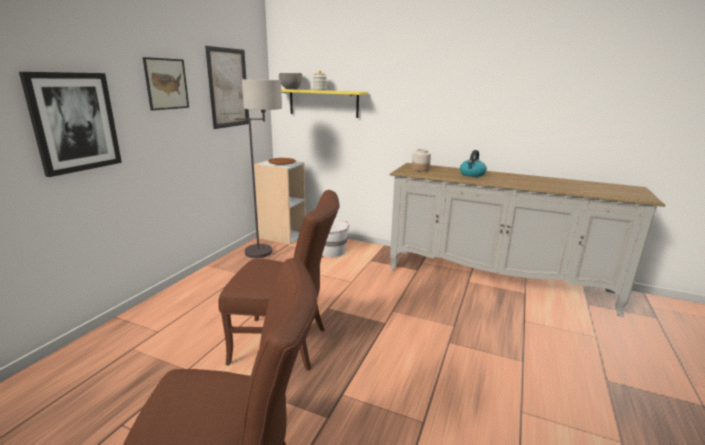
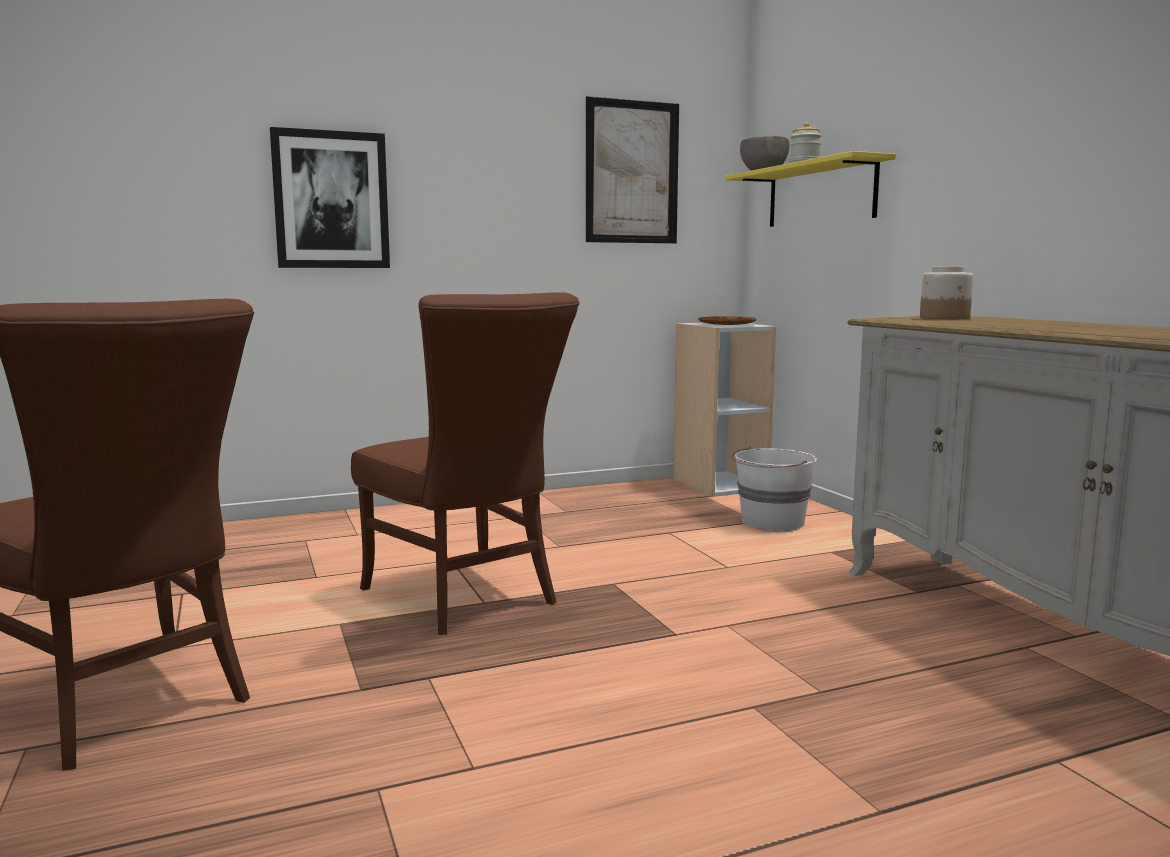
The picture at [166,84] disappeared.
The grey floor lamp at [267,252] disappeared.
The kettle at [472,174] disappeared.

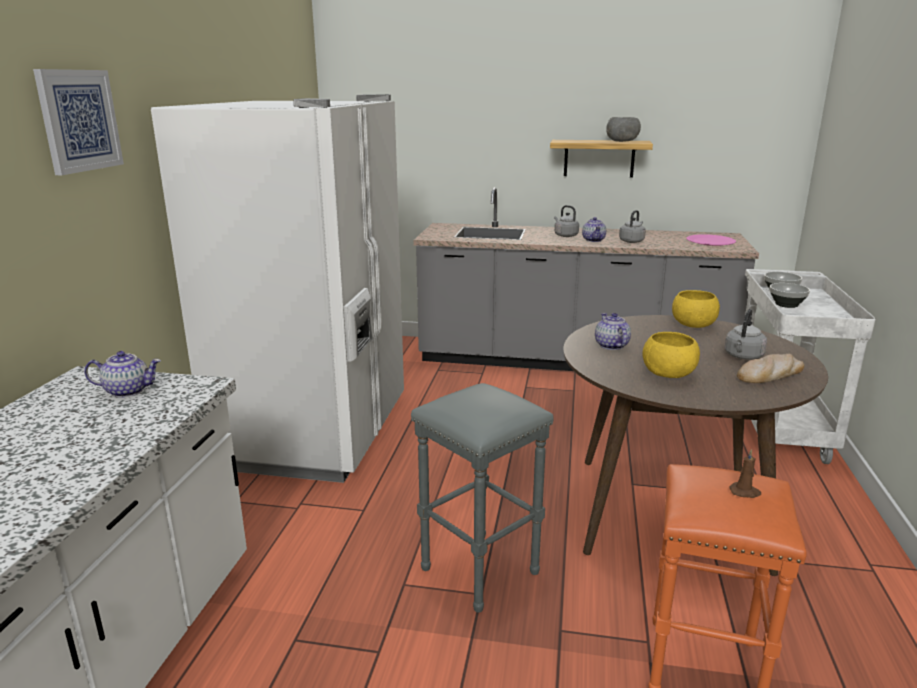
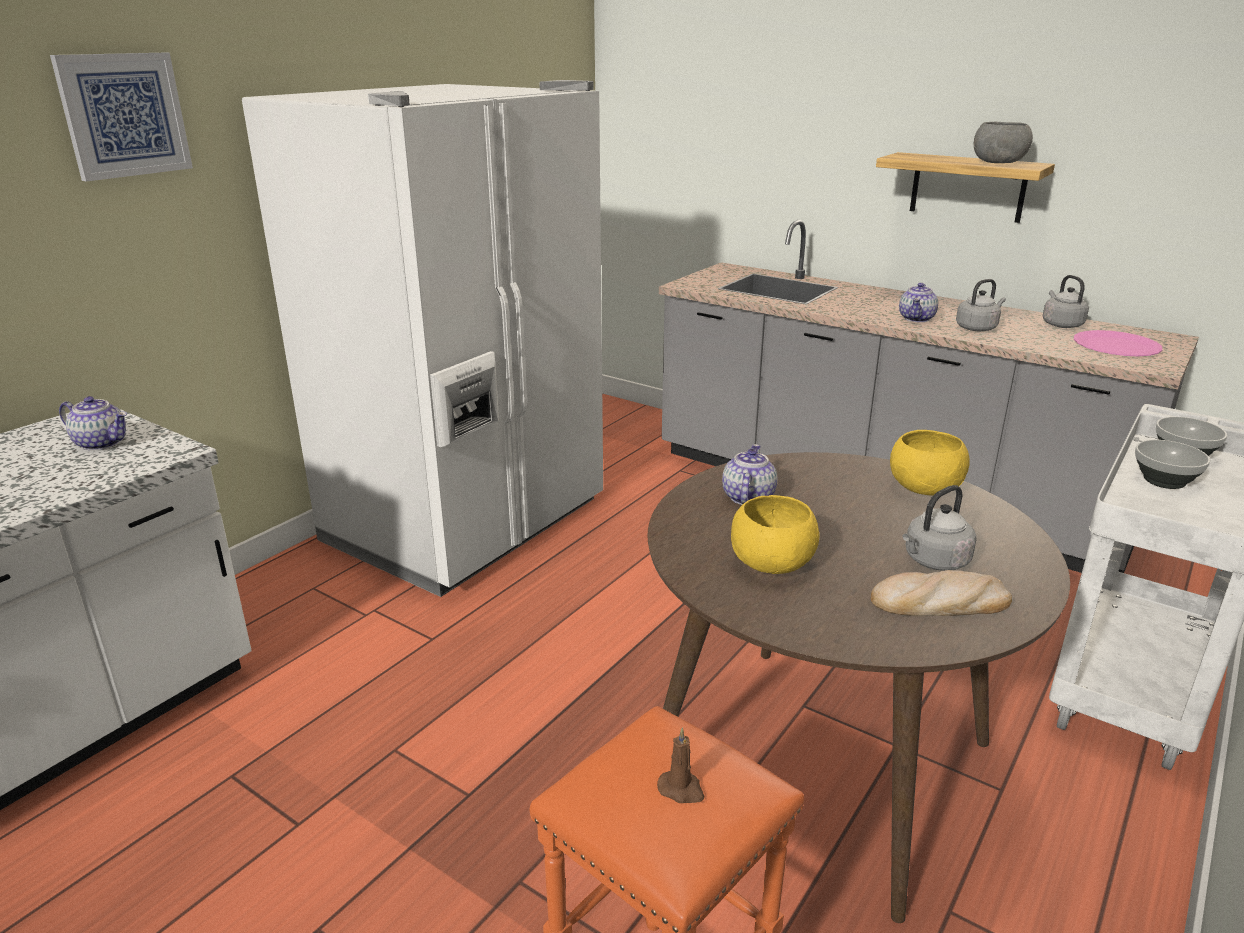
The grey kettle moved from [565,235] to [1060,324].
The grey stool at [477,570] disappeared.

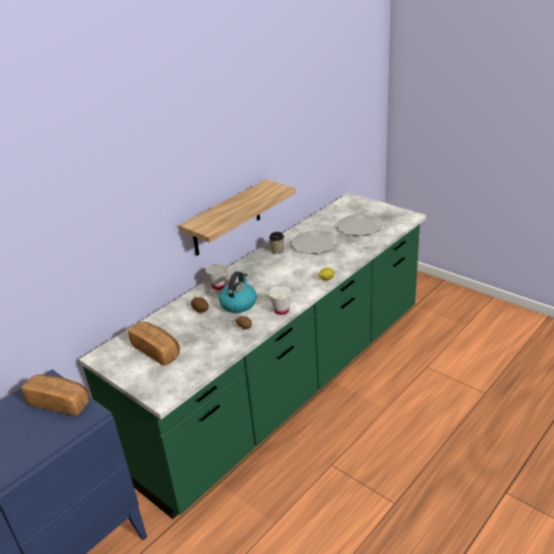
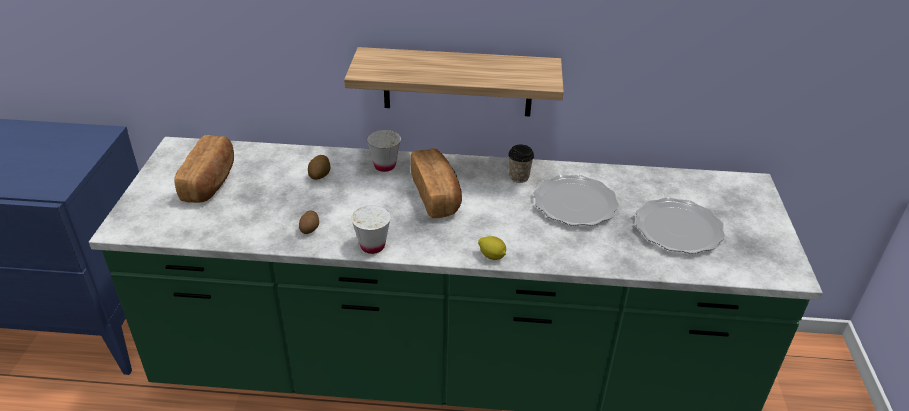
The bread moved from [60,402] to [436,195].
The kettle at [238,303] disappeared.

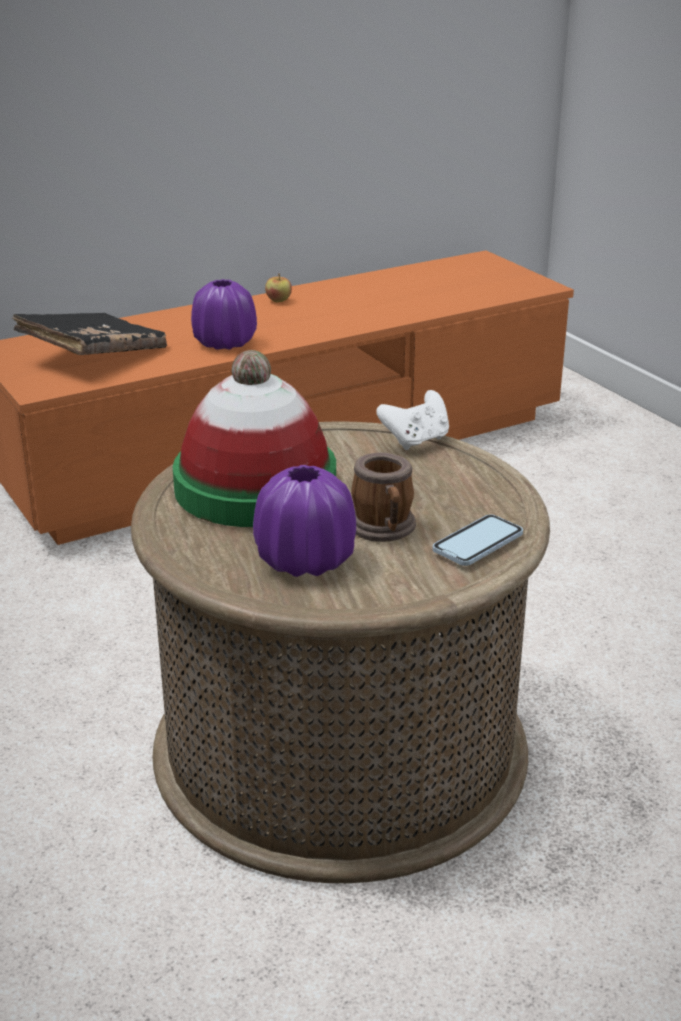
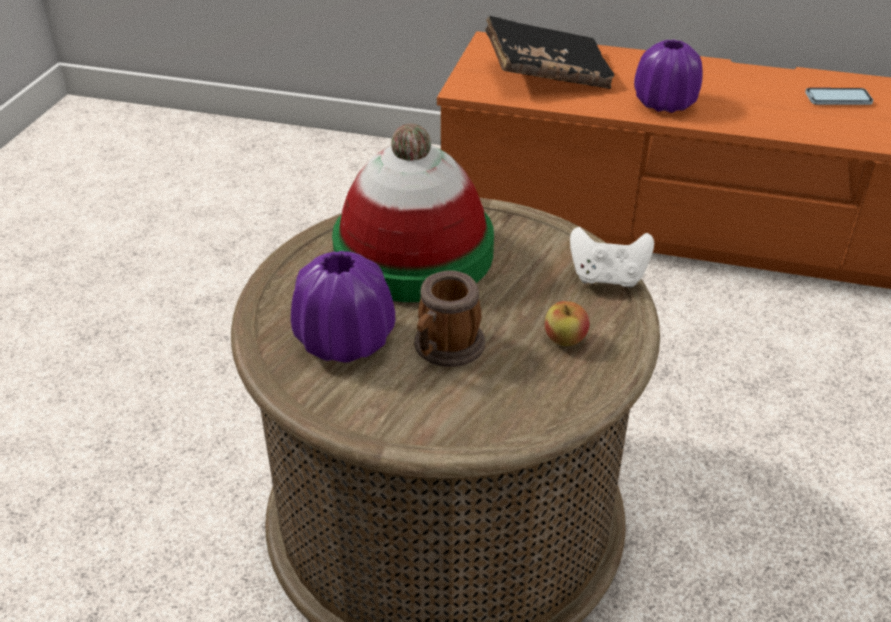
The apple moved from [279,301] to [565,340].
The phone moved from [478,543] to [838,98].

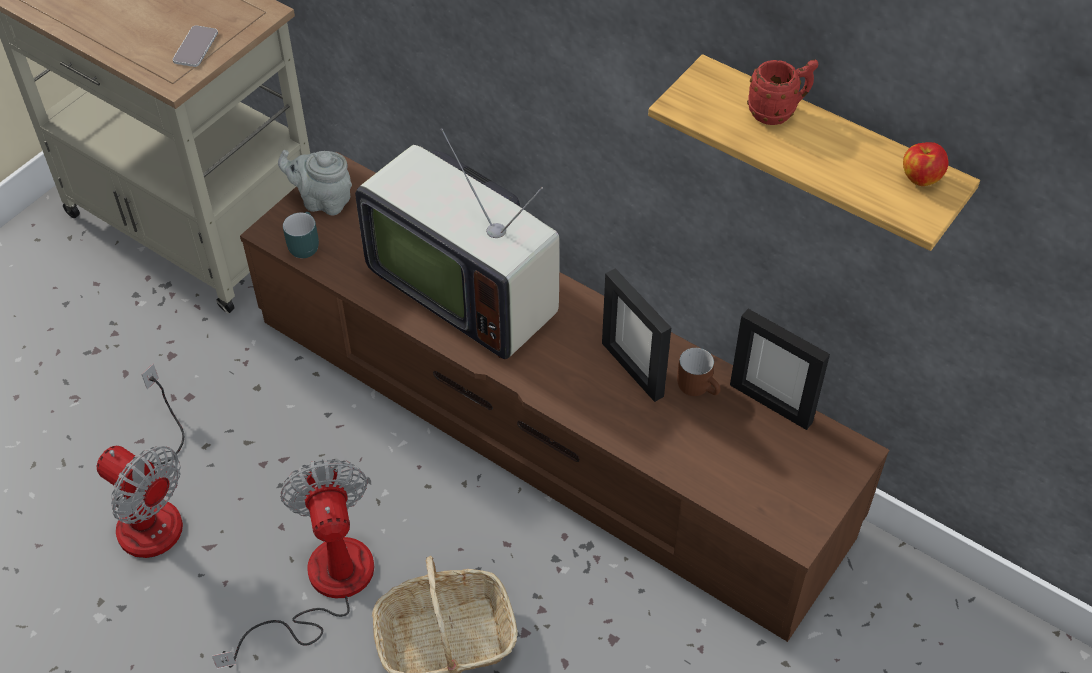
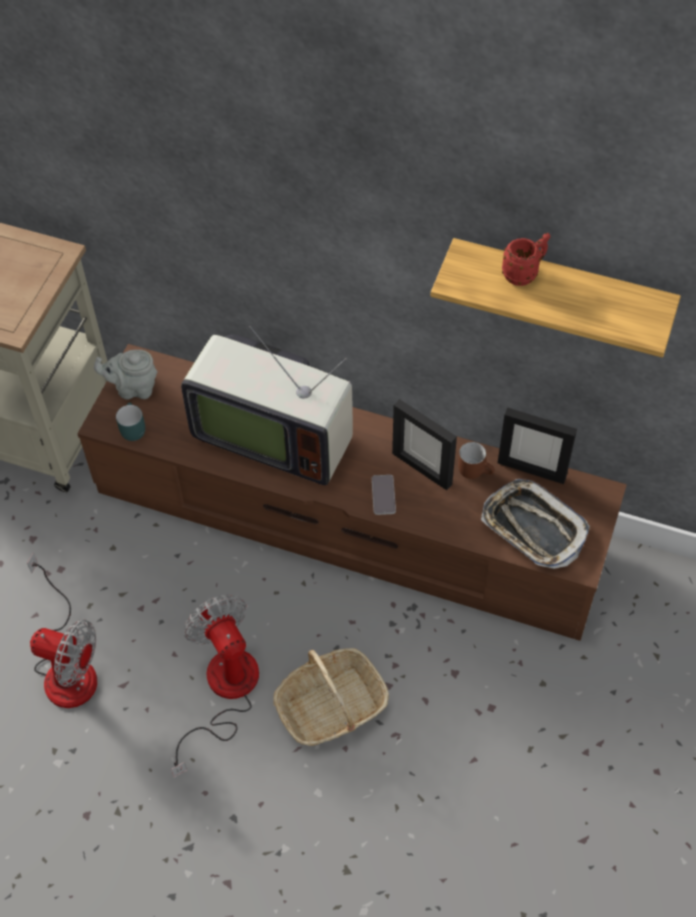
The phone moved from [195,47] to [383,495].
The tray at [533,528] appeared.
The apple at [920,178] disappeared.

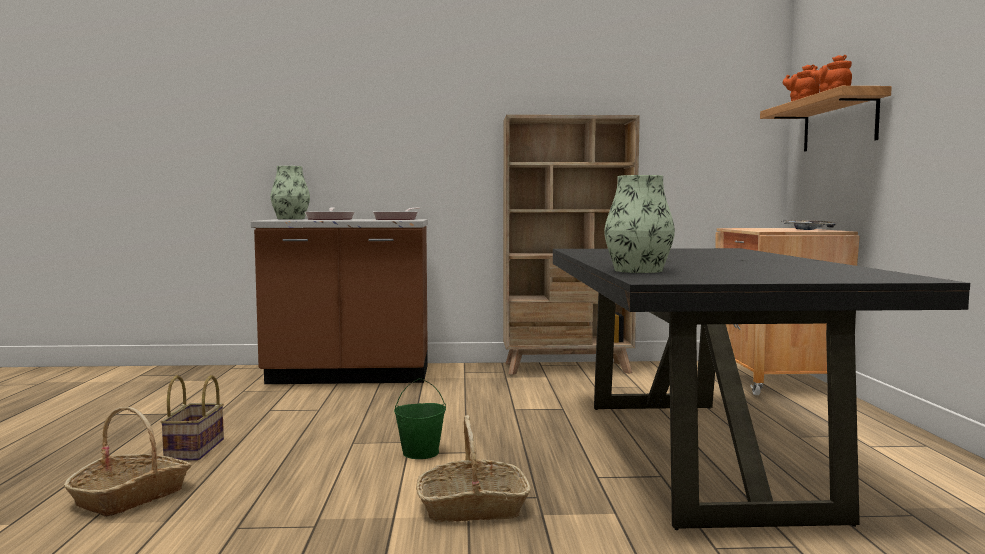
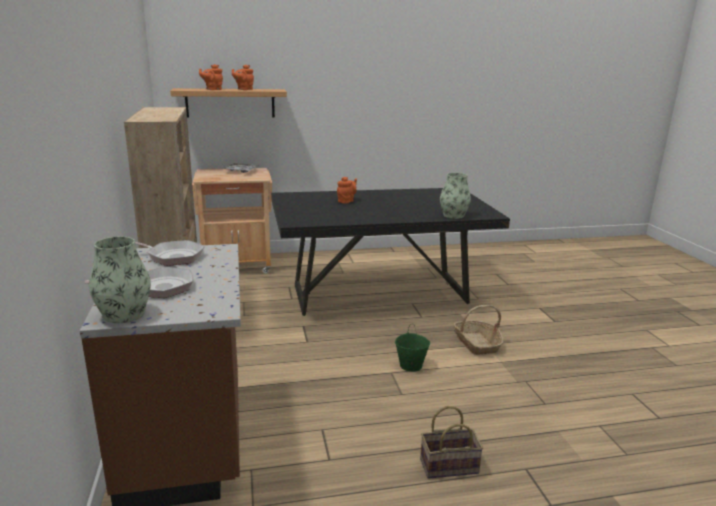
The orange teapot at [346,201] appeared.
The basket at [131,497] disappeared.

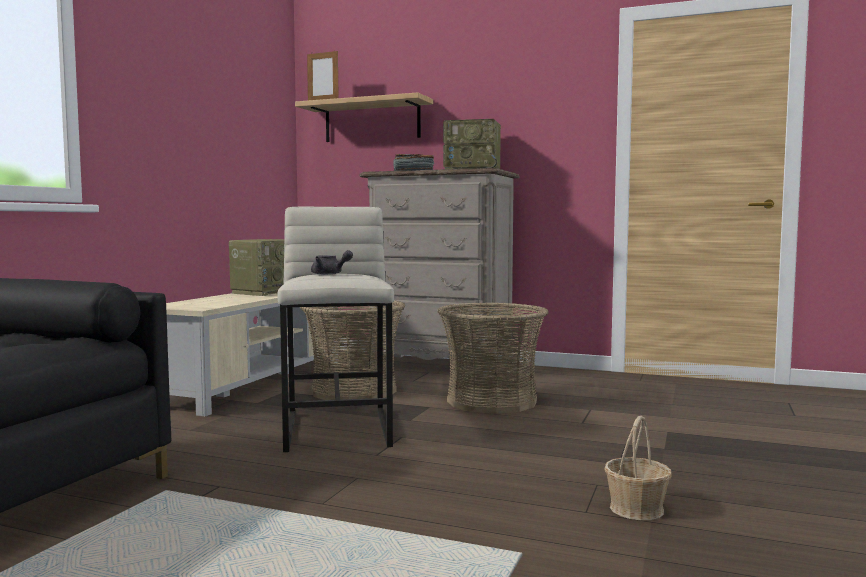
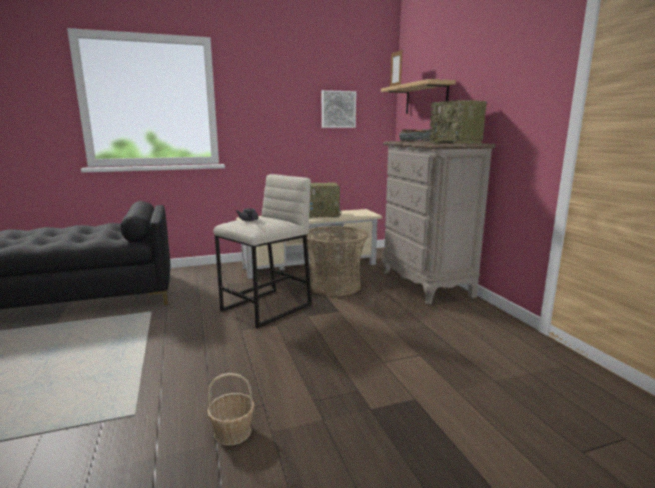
The picture at [338,109] appeared.
The basket at [491,401] disappeared.

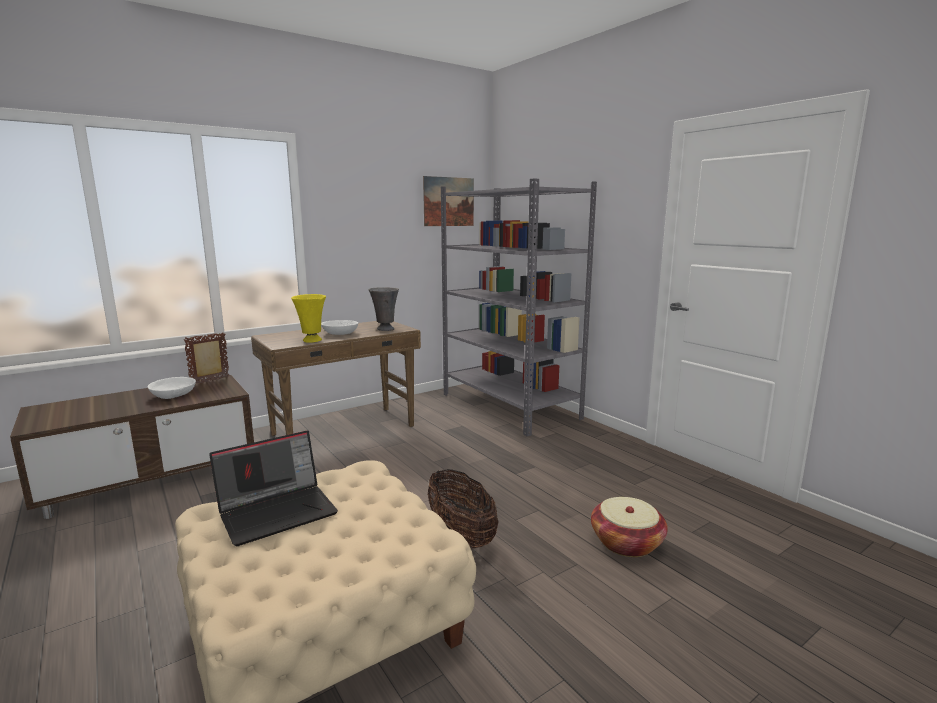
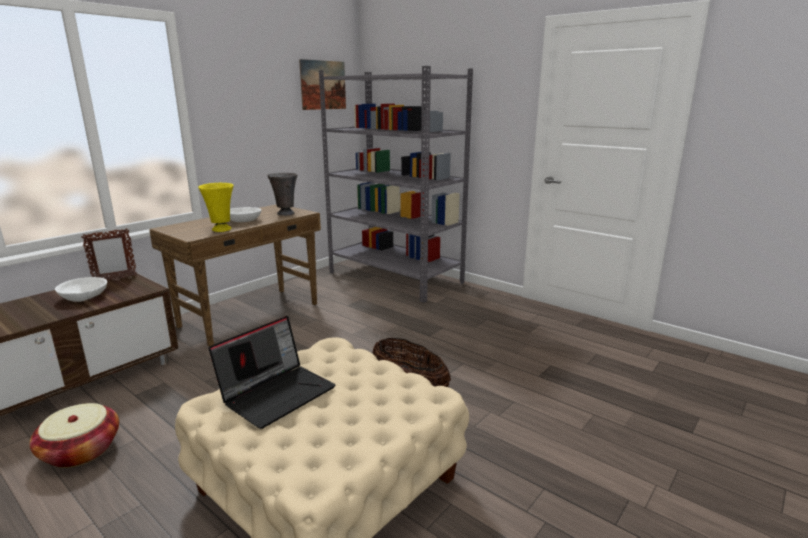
The basket moved from [626,542] to [81,450].
The picture frame at [210,381] turned 150 degrees counterclockwise.

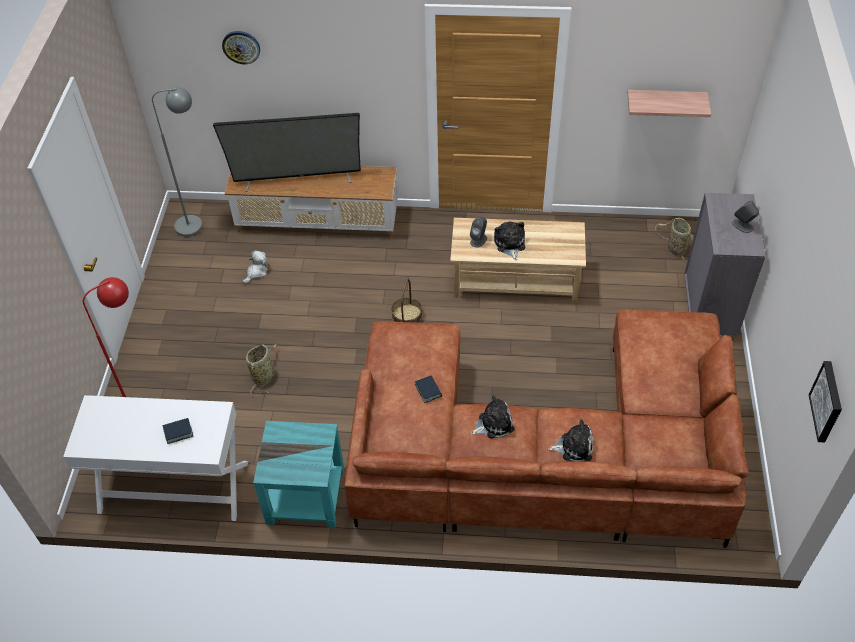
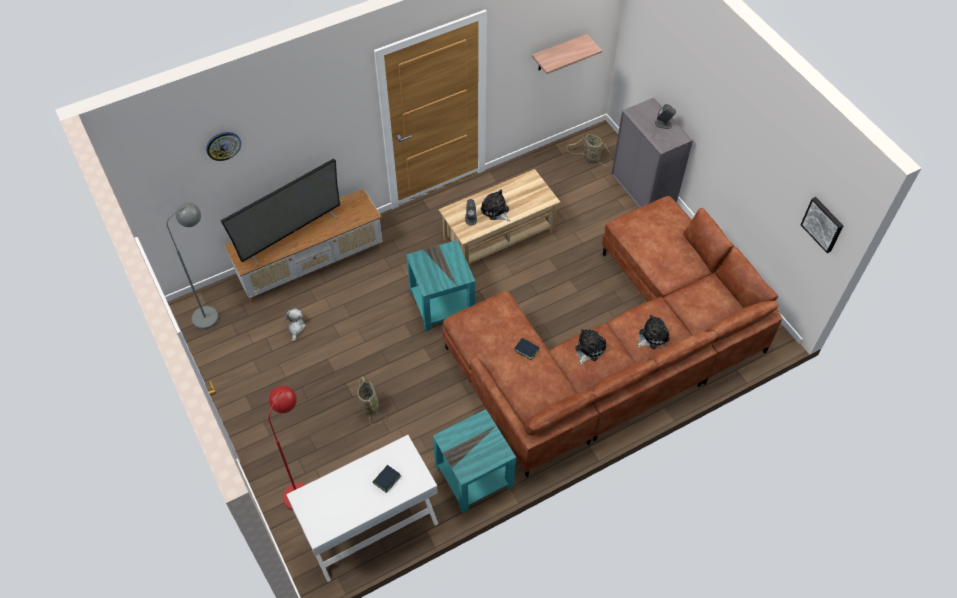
The basket at [407,315] was replaced by the turquoise side table at [441,303].

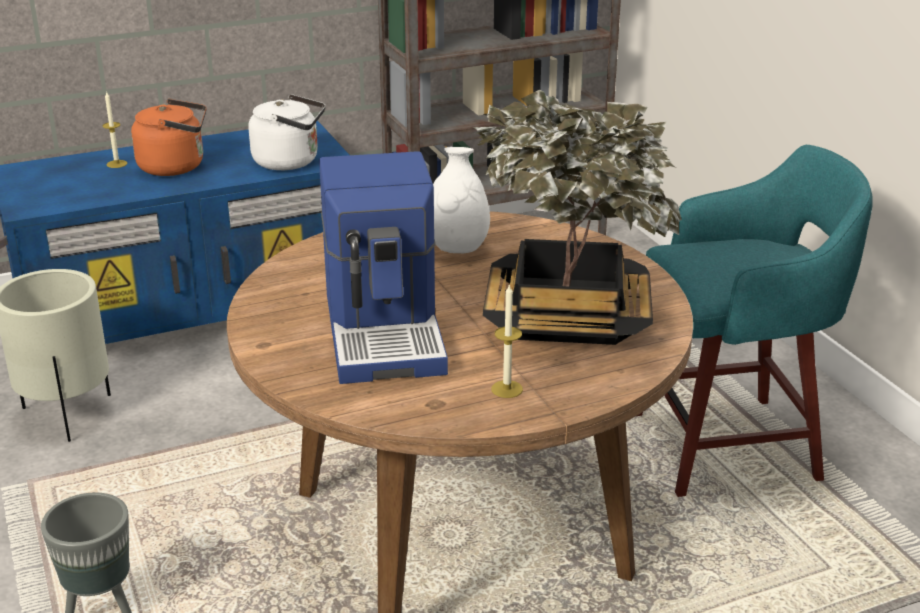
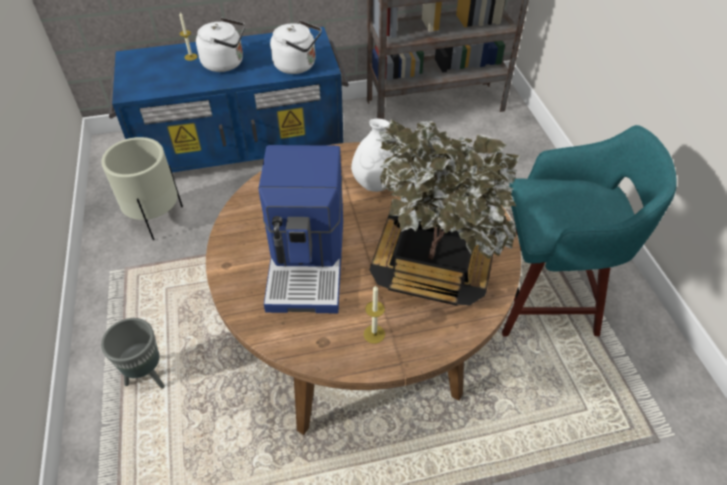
The orange kettle at [176,167] became the white kettle at [226,63].

